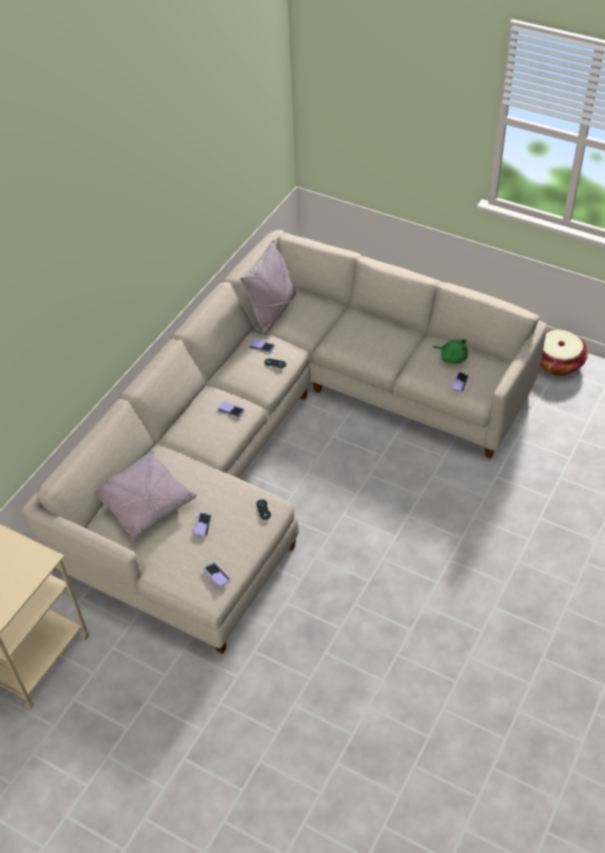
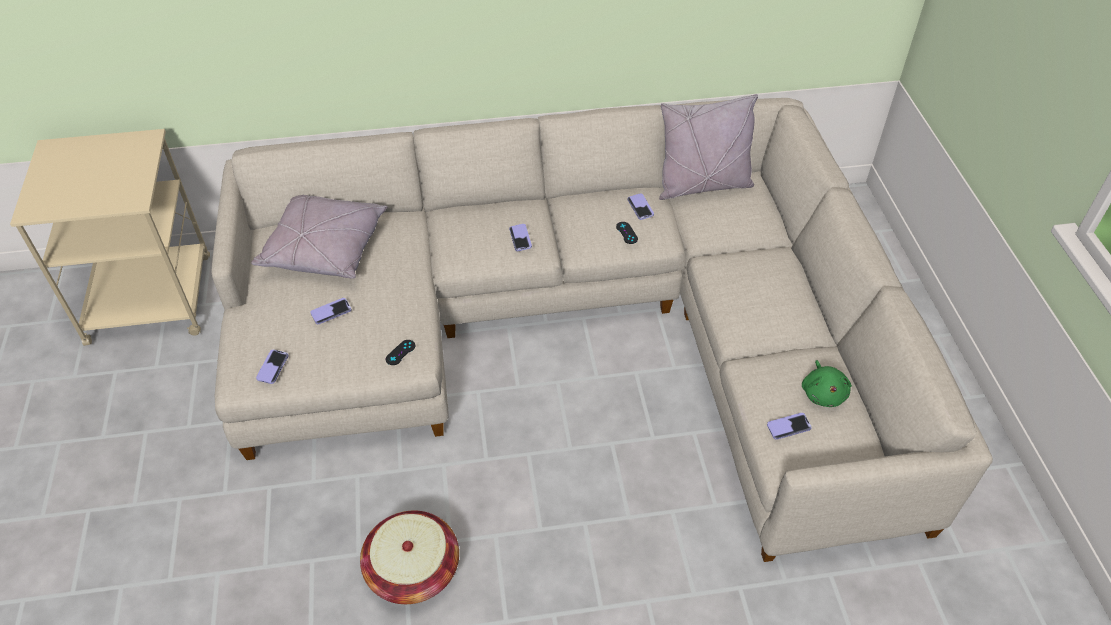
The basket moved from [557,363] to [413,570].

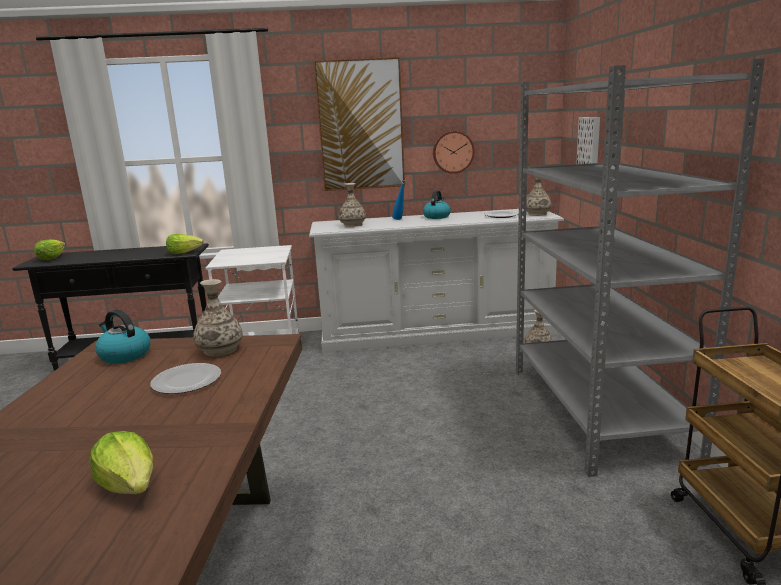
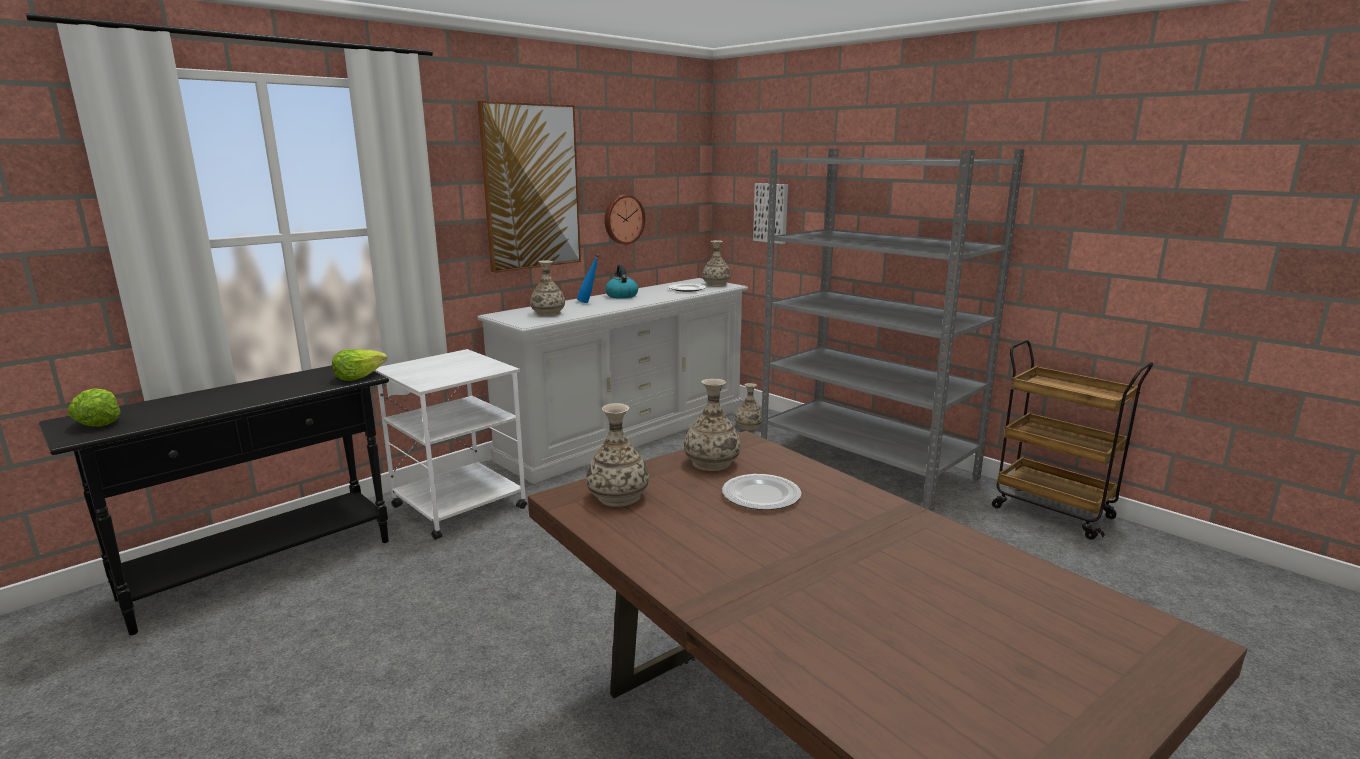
The kettle at [124,355] was replaced by the vase at [618,497].
The lettuce at [130,485] disappeared.

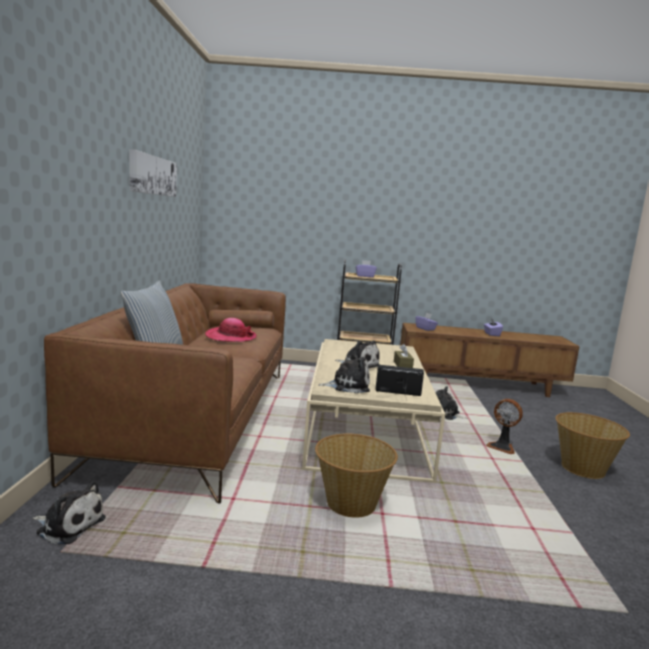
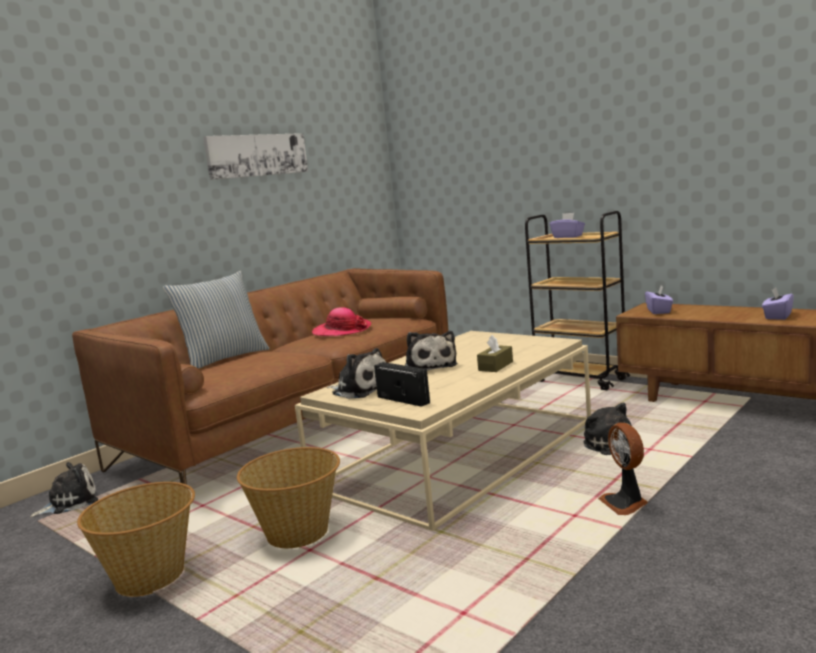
The plush toy at [69,525] turned 90 degrees counterclockwise.
The basket moved from [583,468] to [151,576].

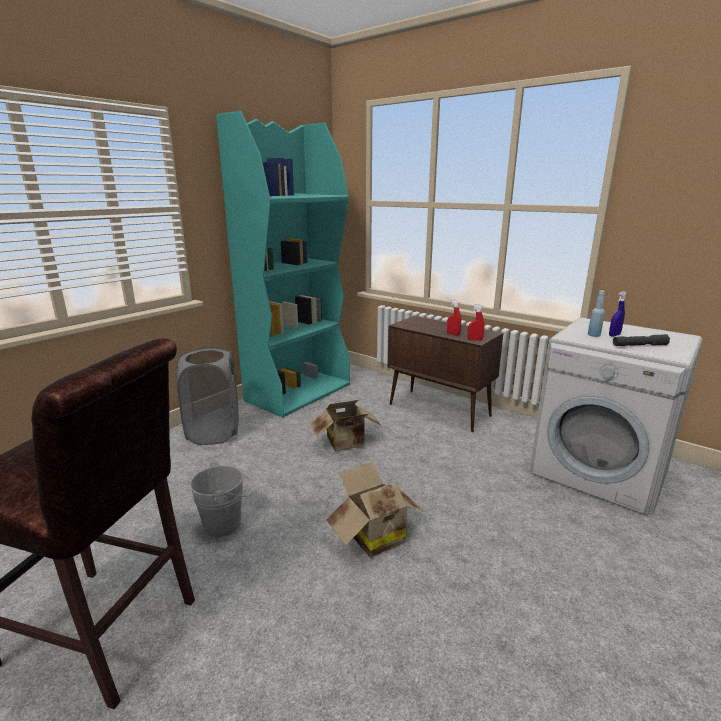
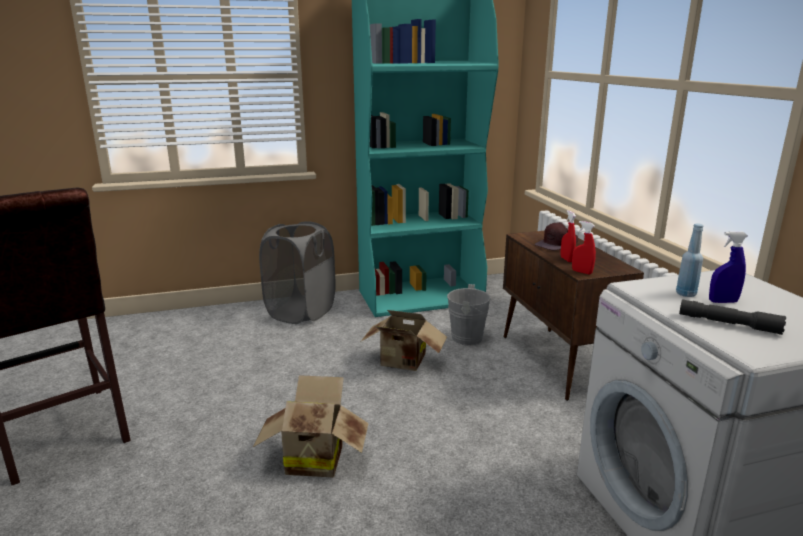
The grey bucket moved from [227,523] to [470,338].
The brown cap at [557,244] appeared.

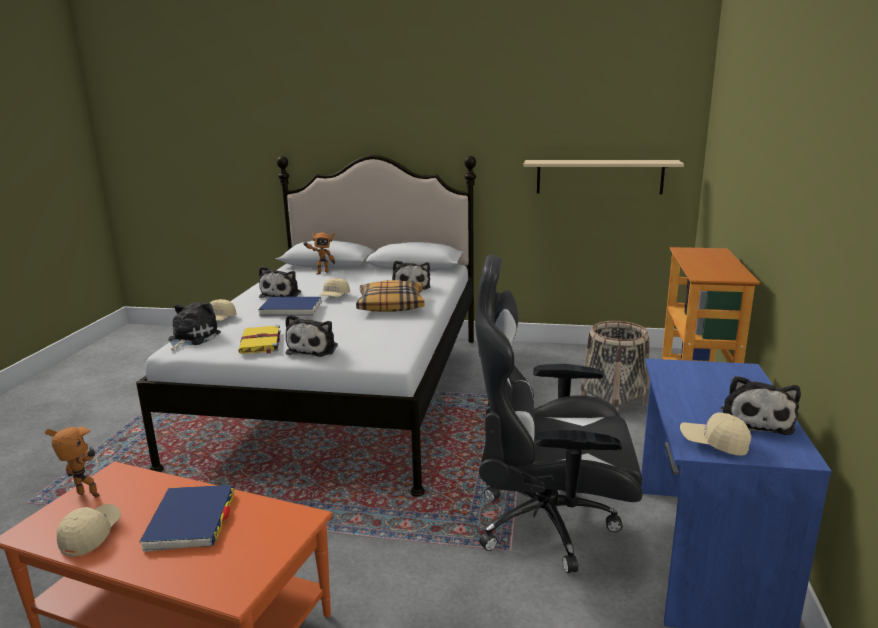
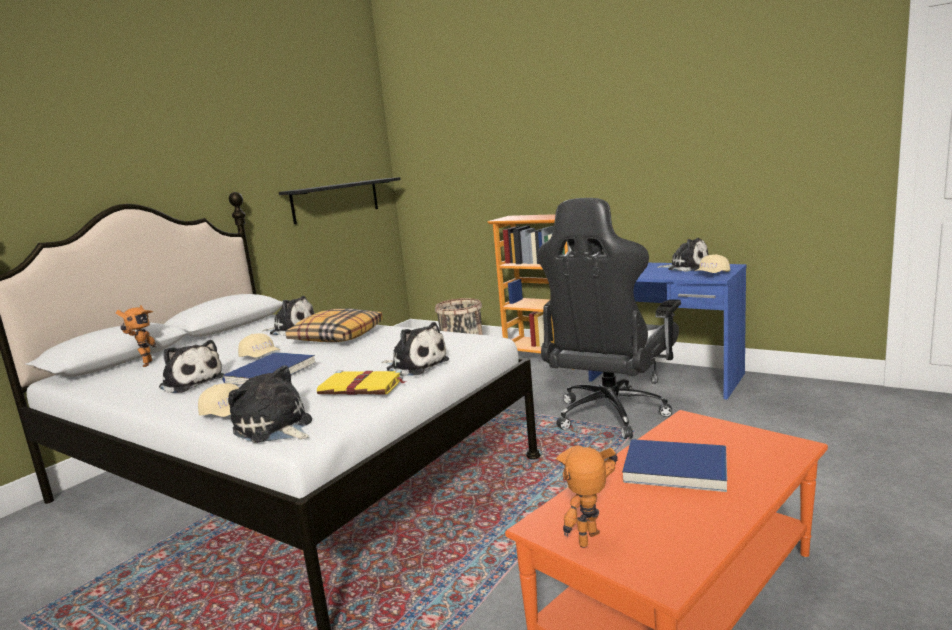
The beige shelf at [599,177] became the black shelf at [336,200].
The beige cap at [91,535] disappeared.

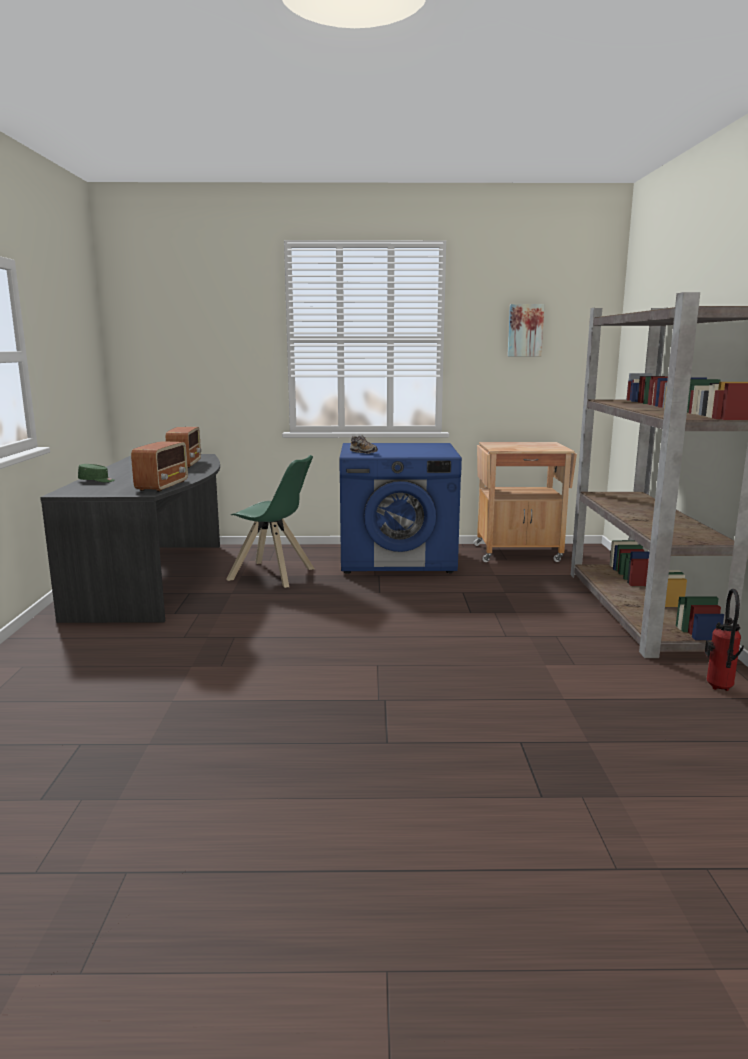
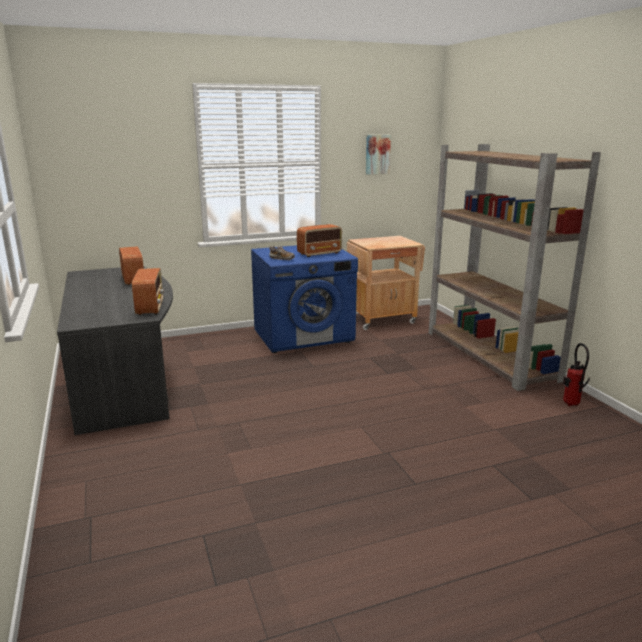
The radio at [320,253] appeared.
The green cap at [97,481] disappeared.
The green chair at [274,575] disappeared.

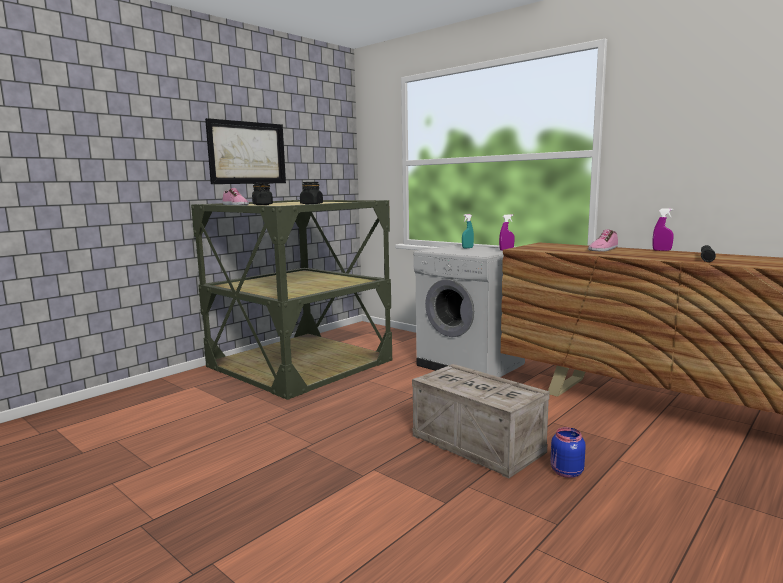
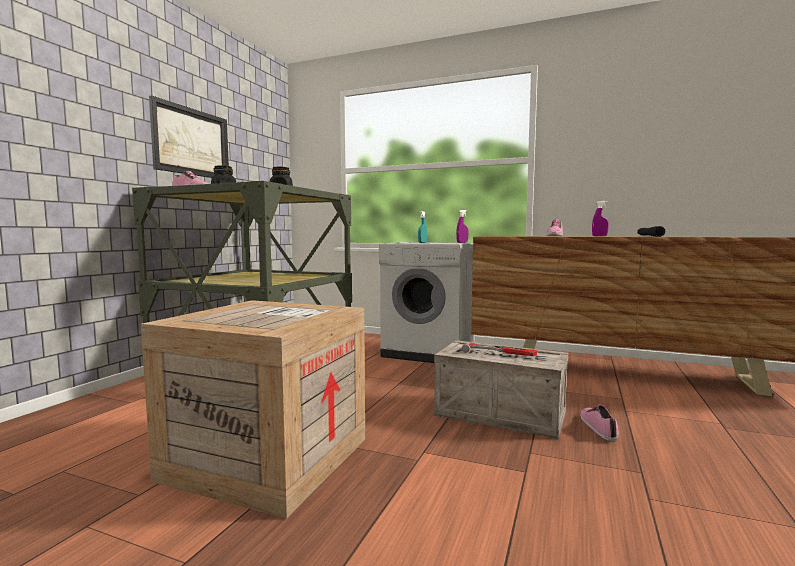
The crate at [267,457] appeared.
The hammer at [499,352] appeared.
The blue jar at [566,472] was replaced by the shoe at [599,427].

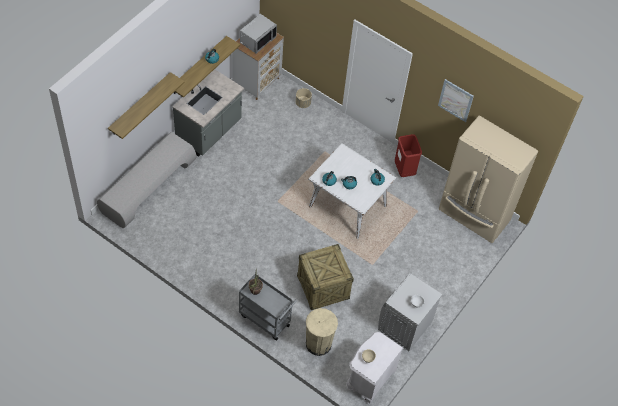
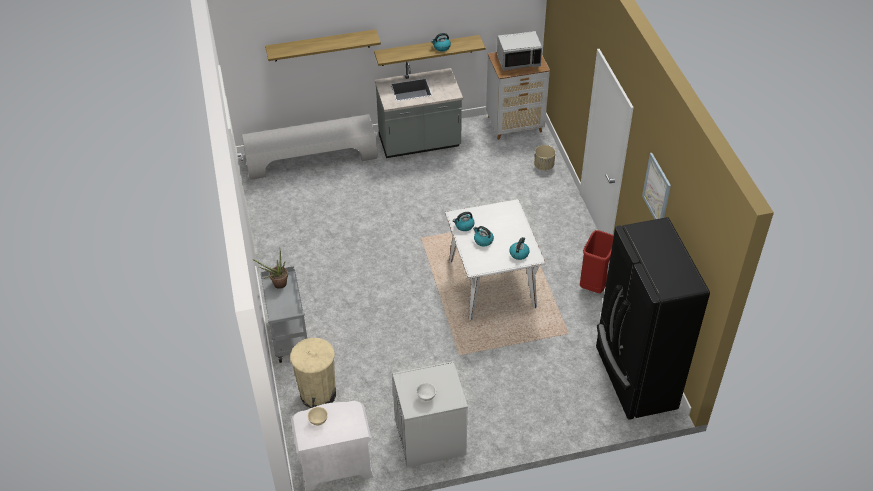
The beige fridge at [473,216] became the black fridge at [632,377].
The crate at [322,287] disappeared.

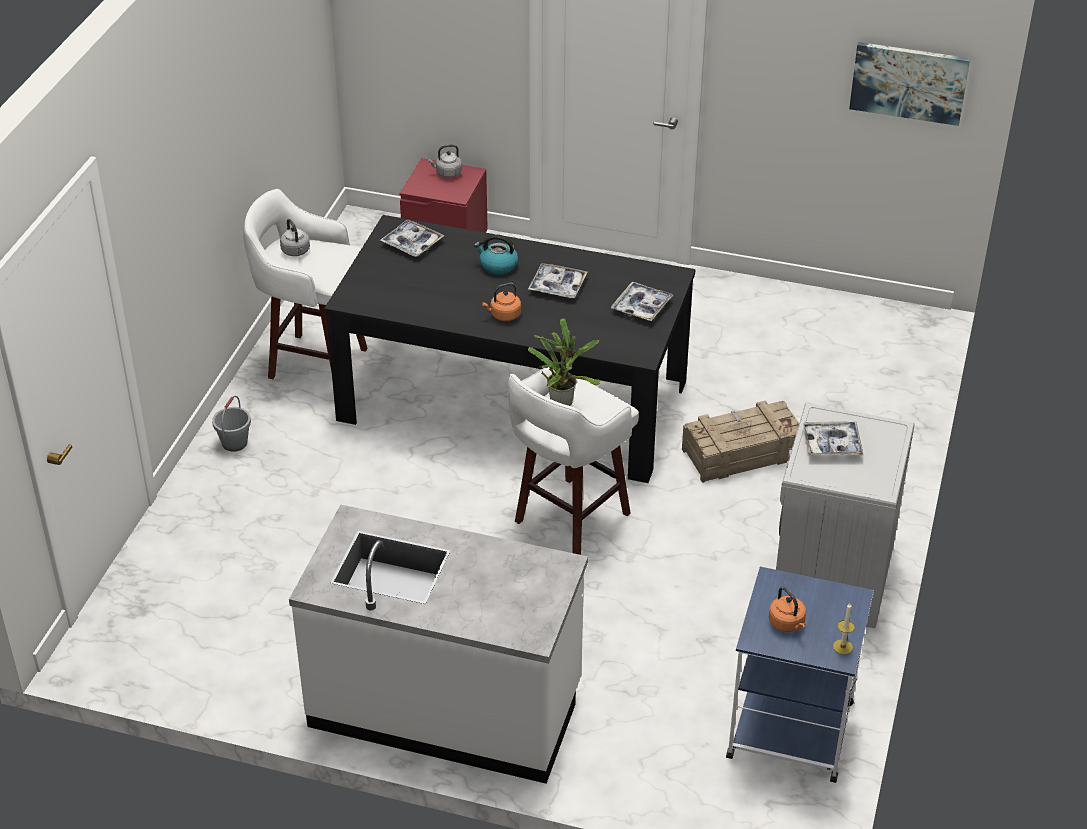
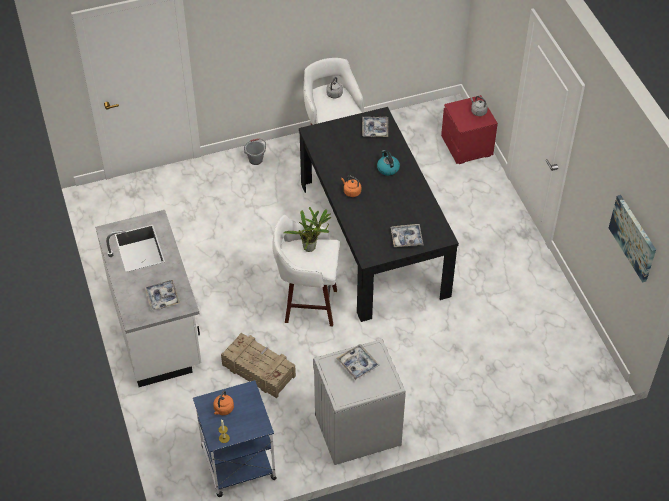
The tray moved from [557,286] to [162,297].
The crate moved from [741,453] to [258,370].

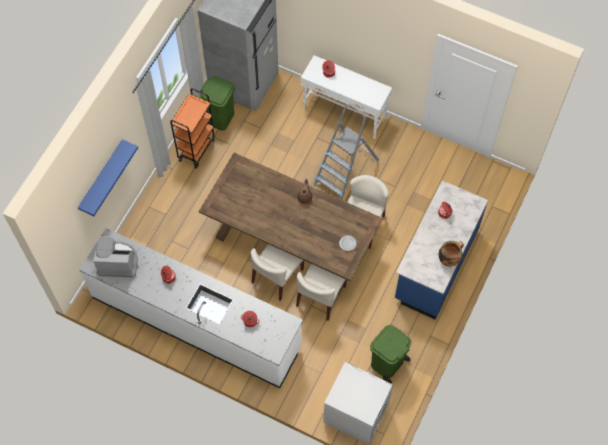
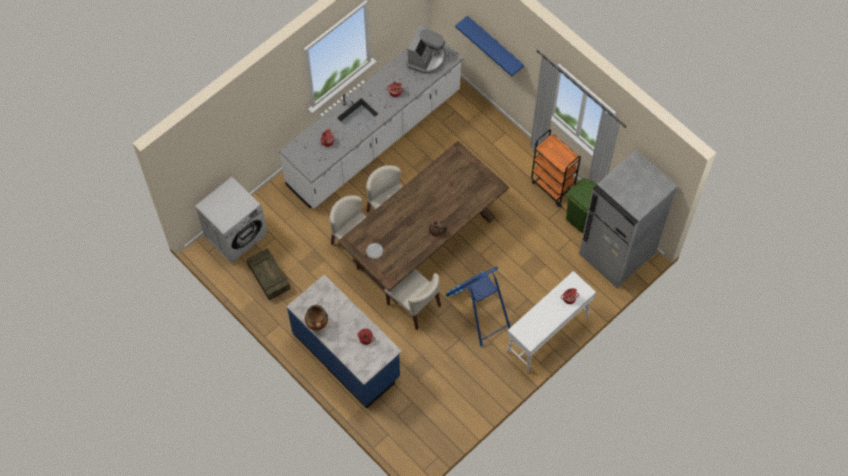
The green trash can at [387,364] was replaced by the crate at [269,277].
The grey step ladder at [346,172] became the blue step ladder at [477,311].

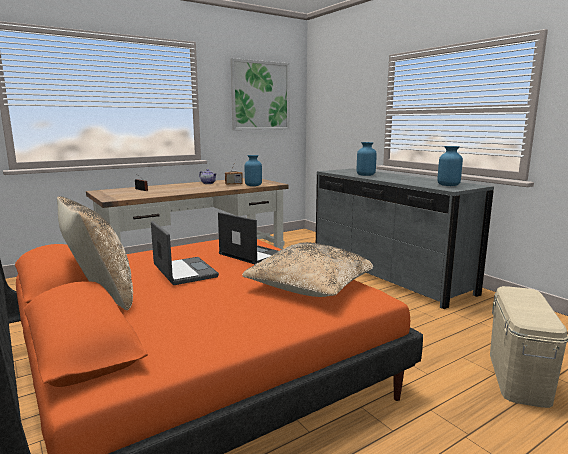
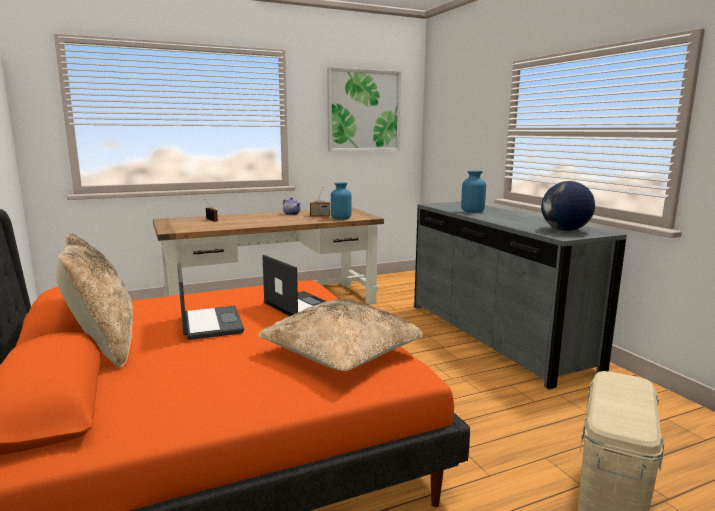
The blue vase at [448,185] was replaced by the globe at [565,230].

